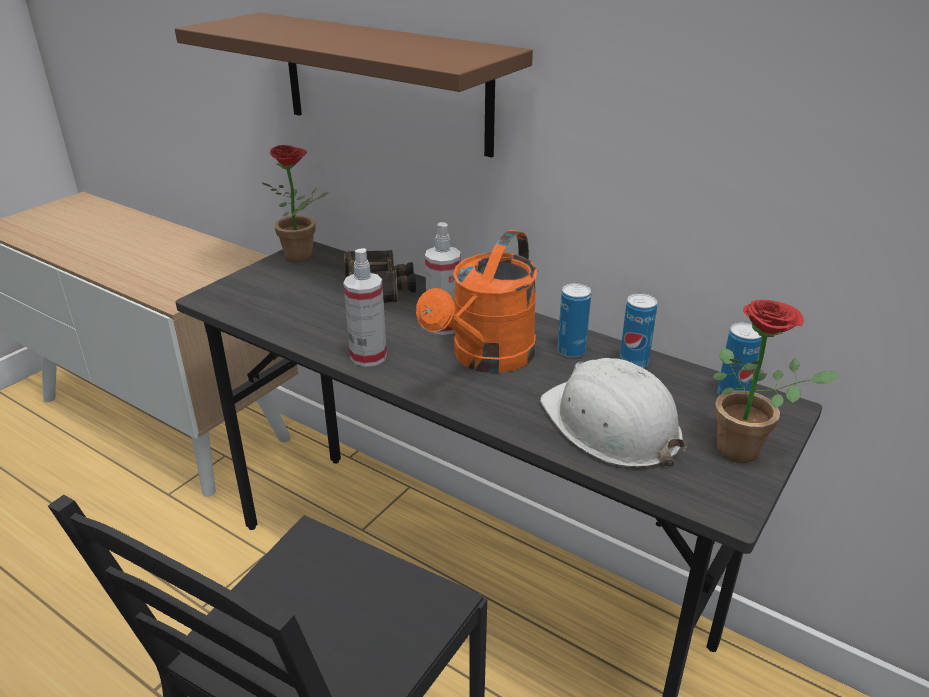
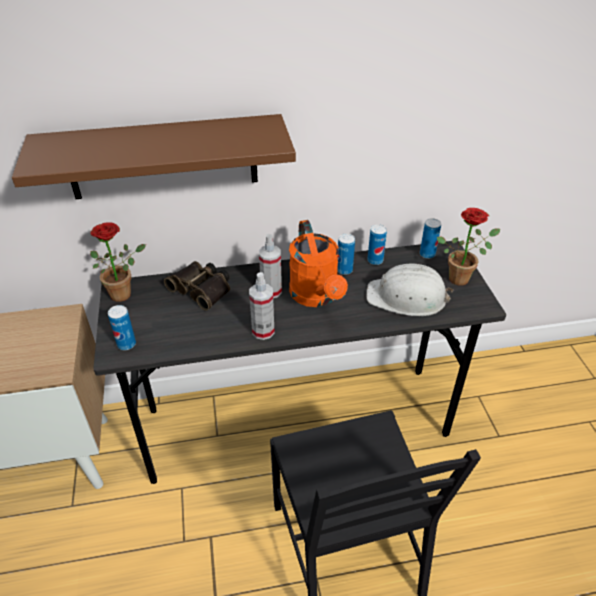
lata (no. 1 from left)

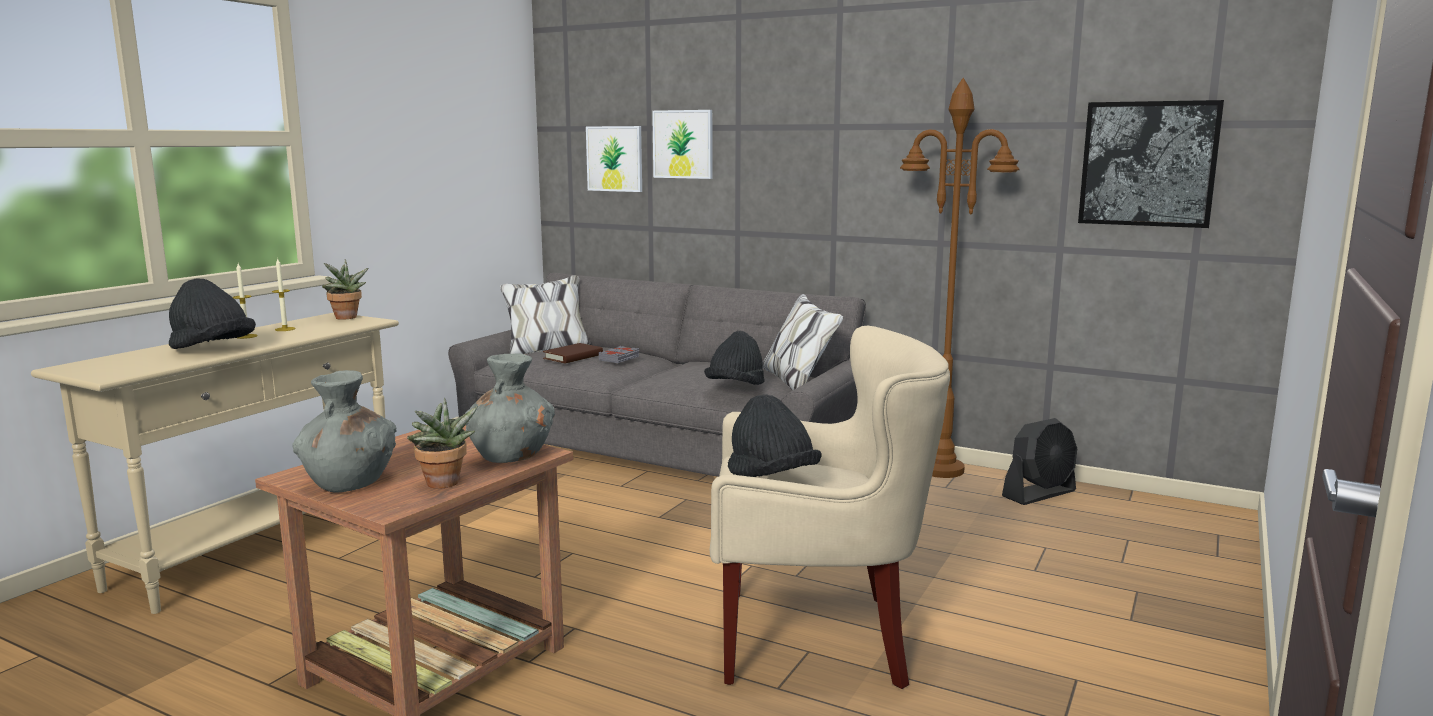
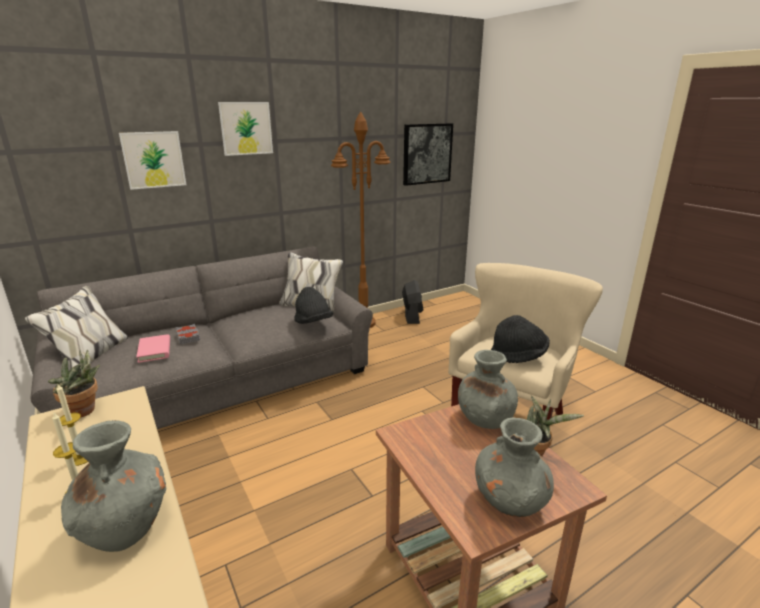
florero/gris (no. 1 from left)
libro/rosa
cuadro (no. 2 from left)

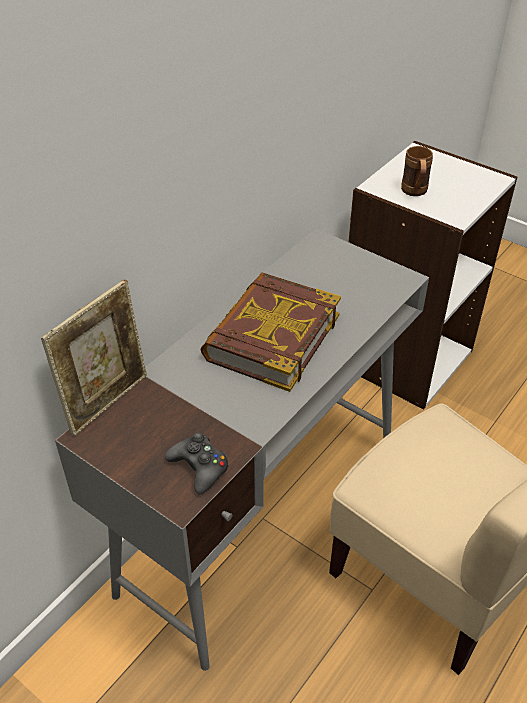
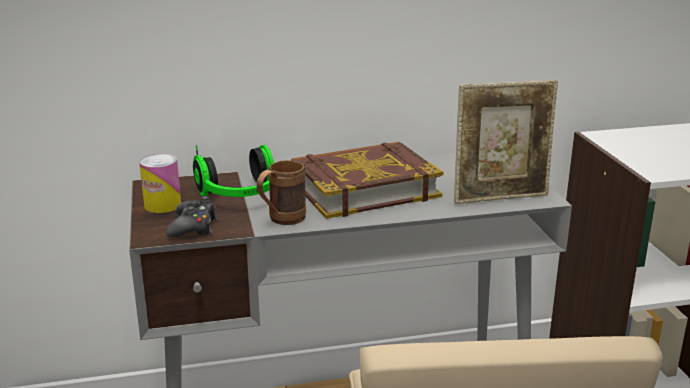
lata
auriculares
taza grande/marrón
portarretratos

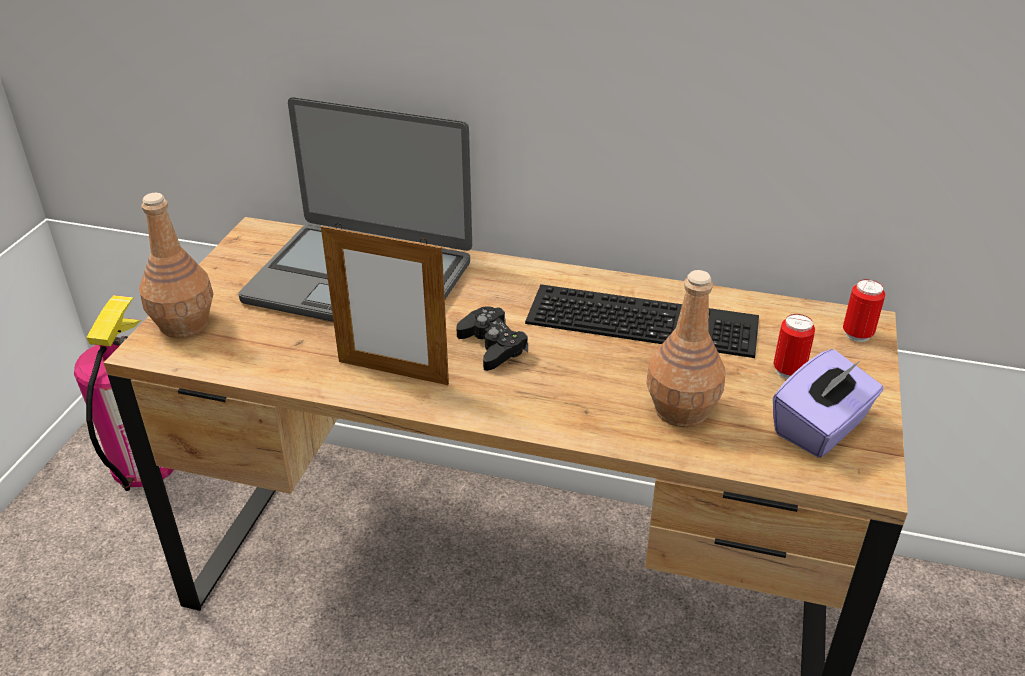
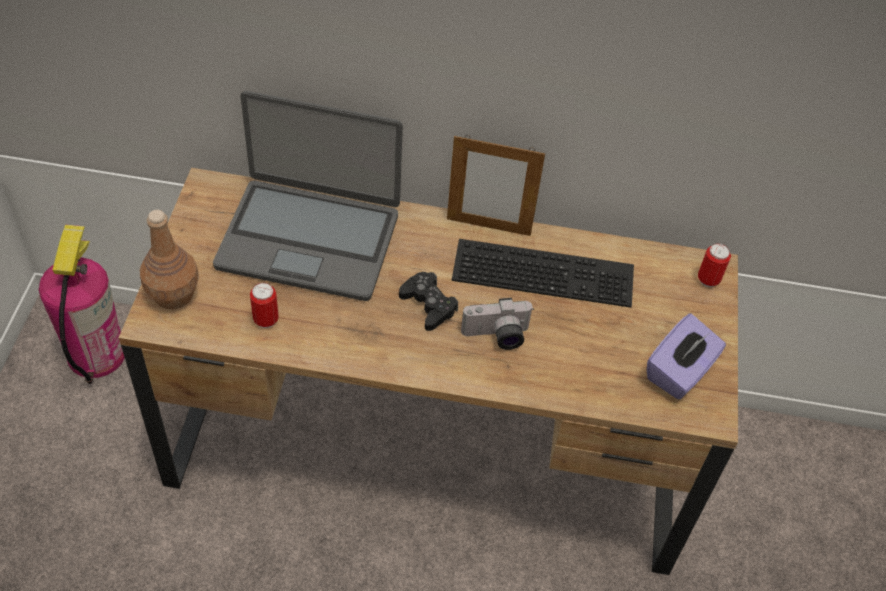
lata (no. 1 from left)
portarretratos
cámara
botella/marrón (no. 2 from left in the first image)

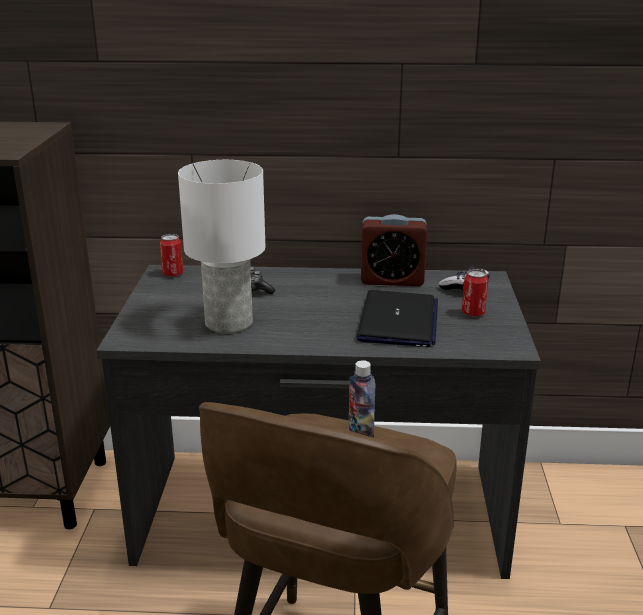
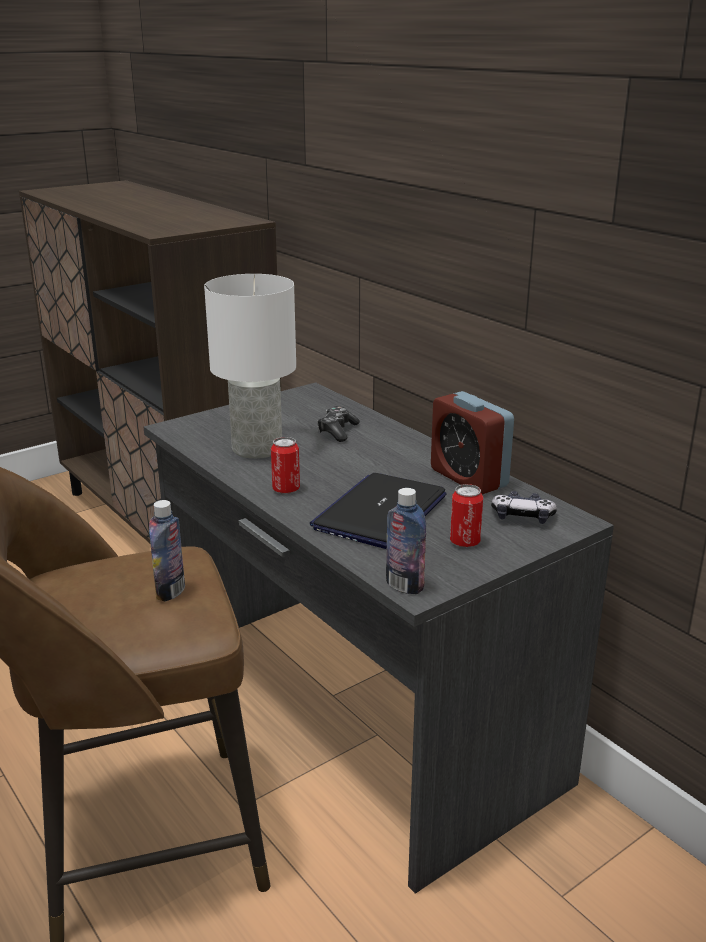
lata (no. 1 from left)
portátil
botella (no. 2 from left)

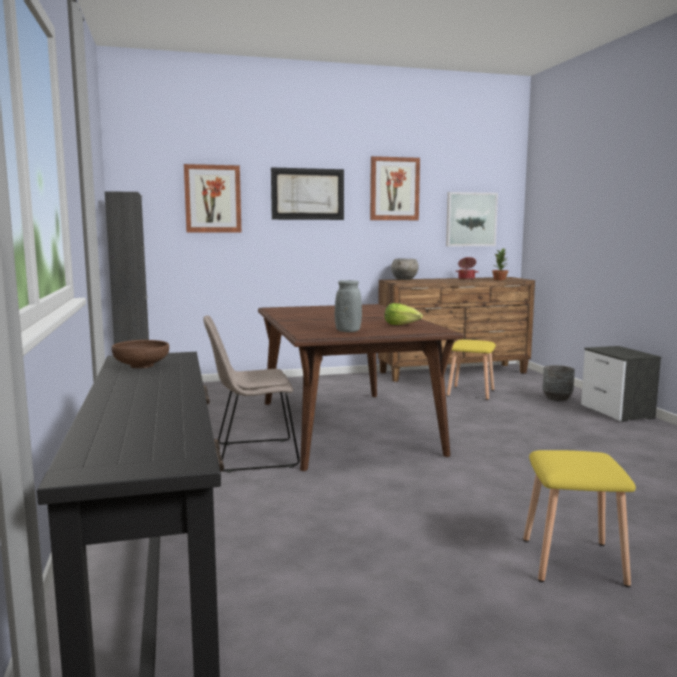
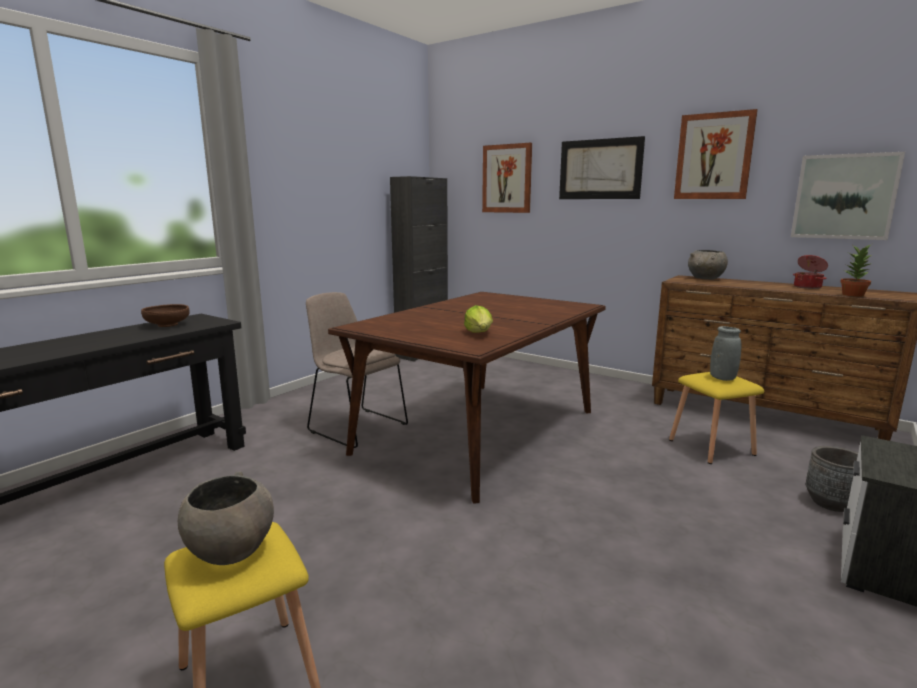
cuenco/gris (no. 1 from left)
florero/gris

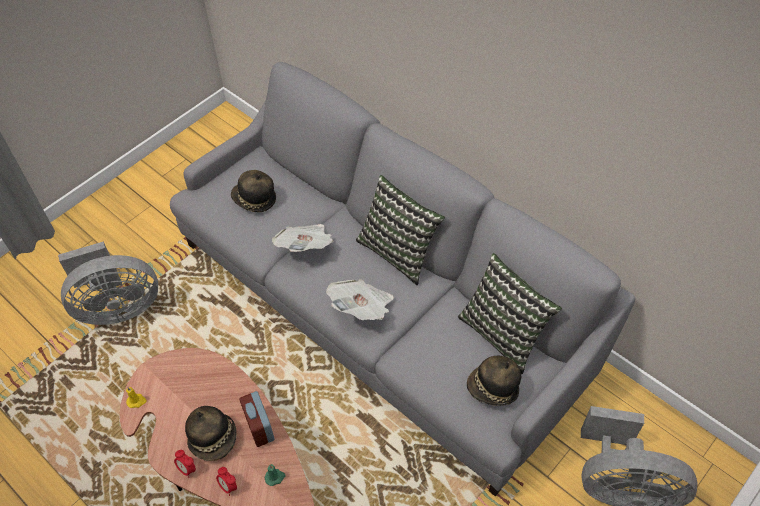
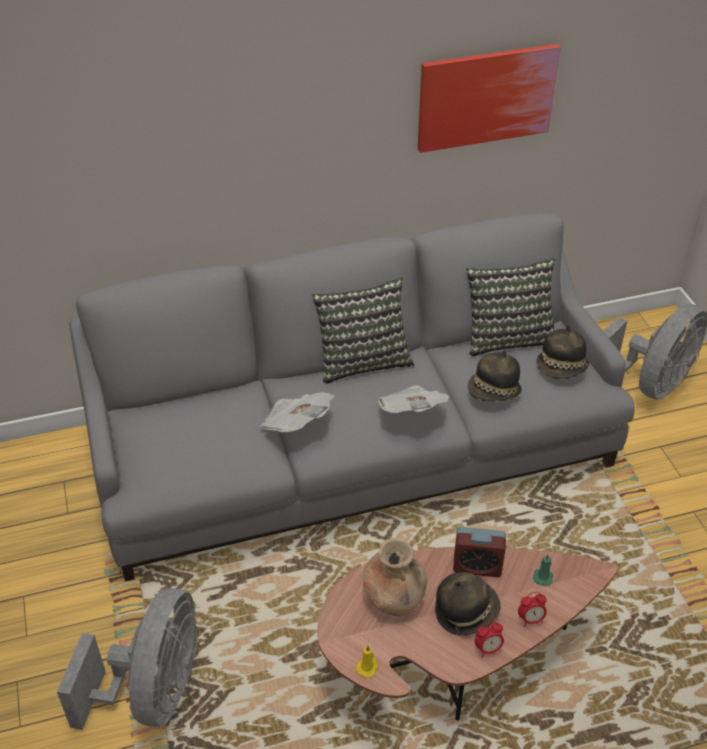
florero/marrón
cuadro
sombrero (no. 2 from left)

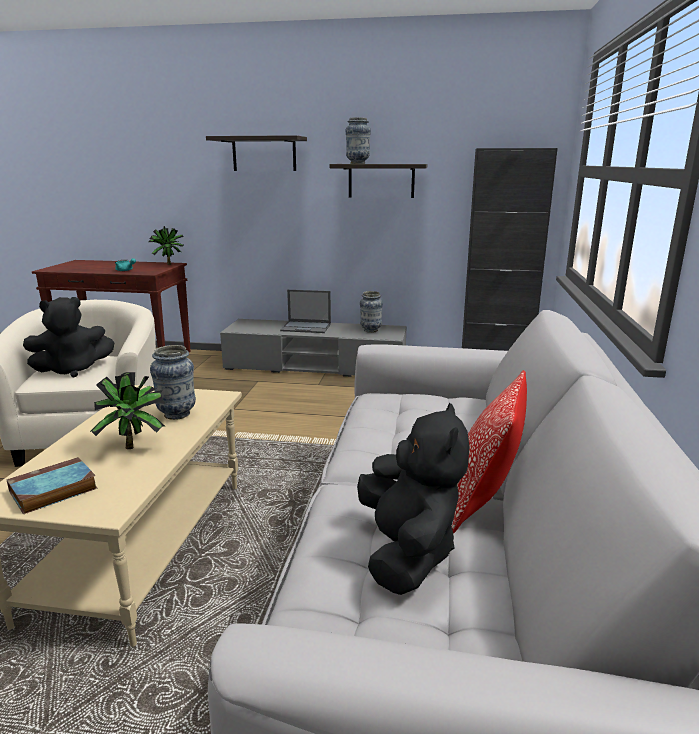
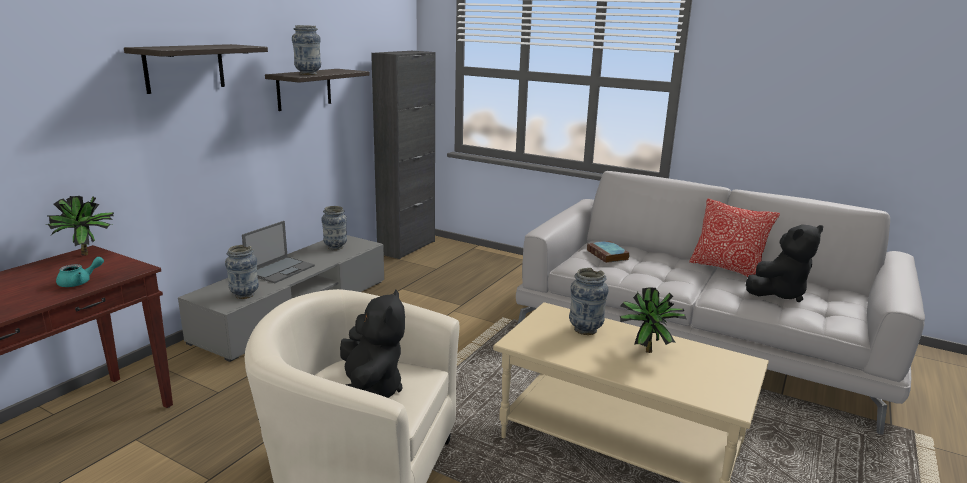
florero (no. 1 from left)
libro
peluche/negro (no. 2 from left)

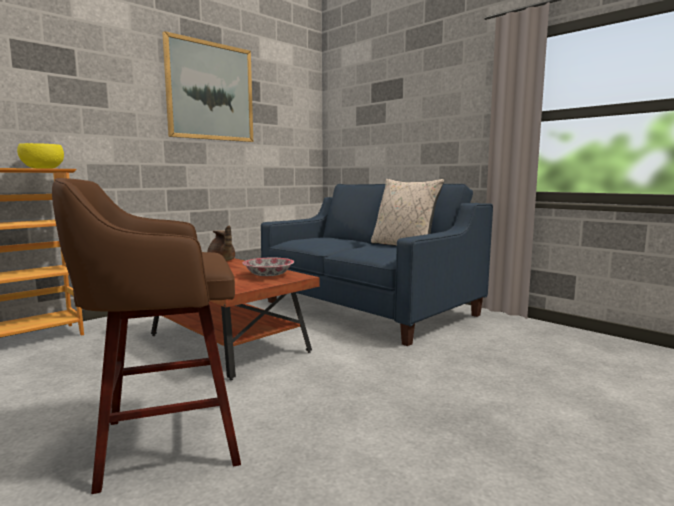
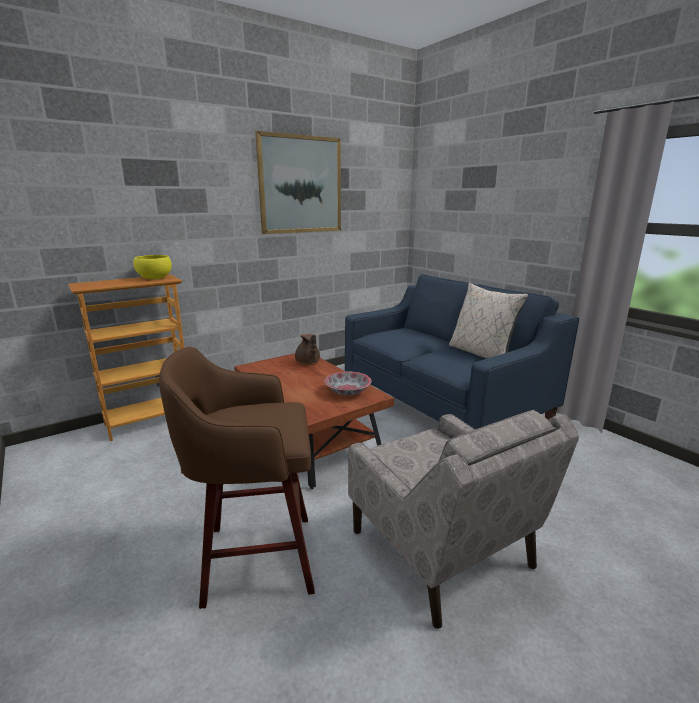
sillón/beis

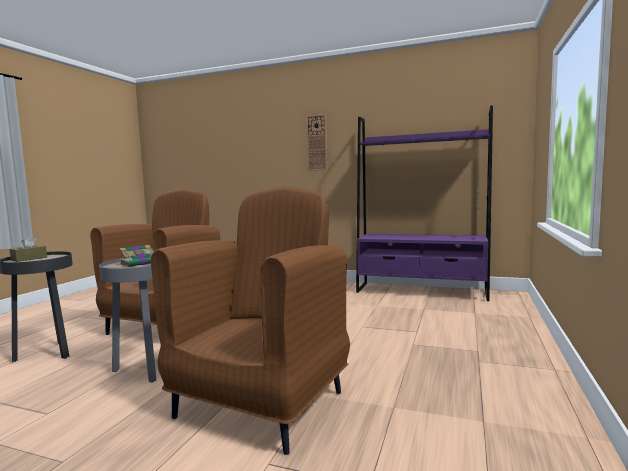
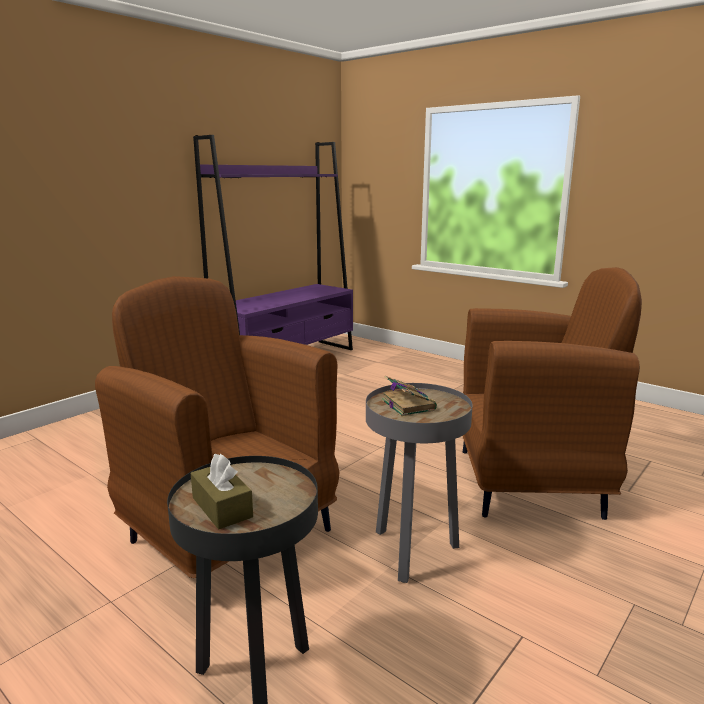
sillón/marrón (no. 2 from left)
reloj de pared

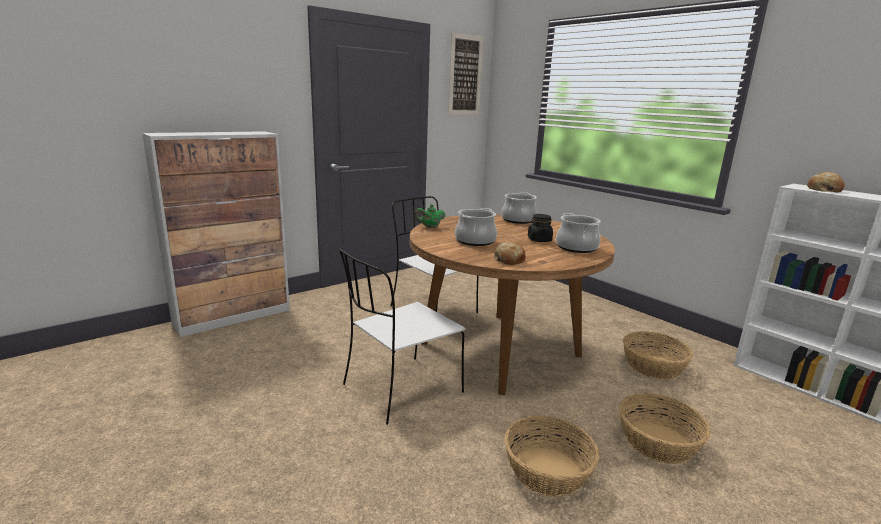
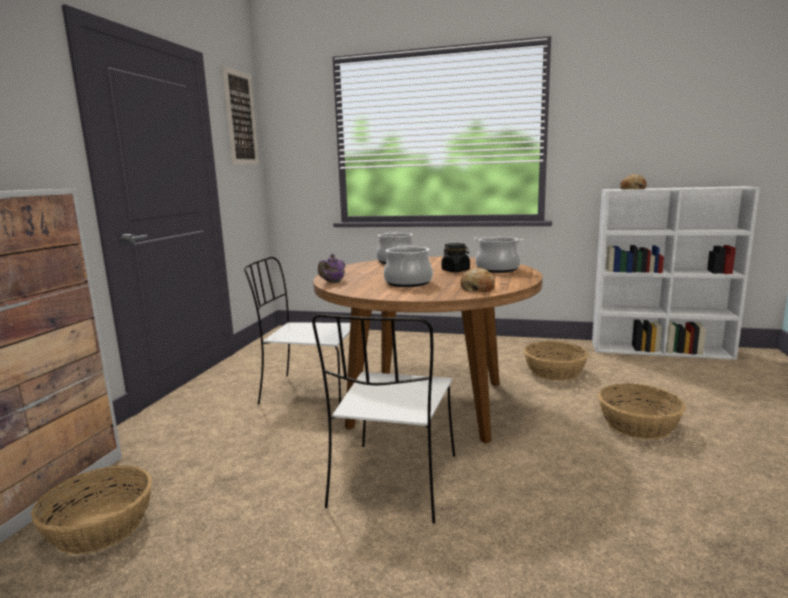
cesta (no. 1 from left)
tetera/morado

